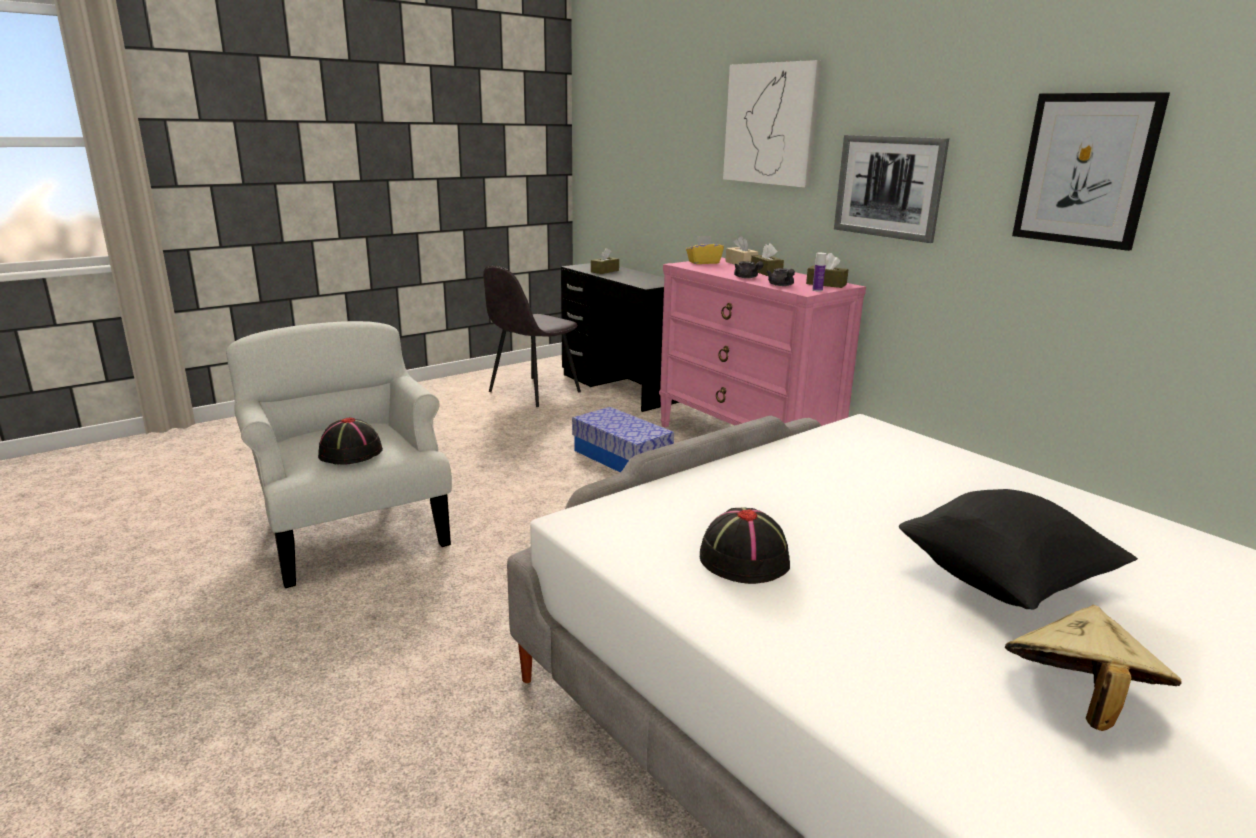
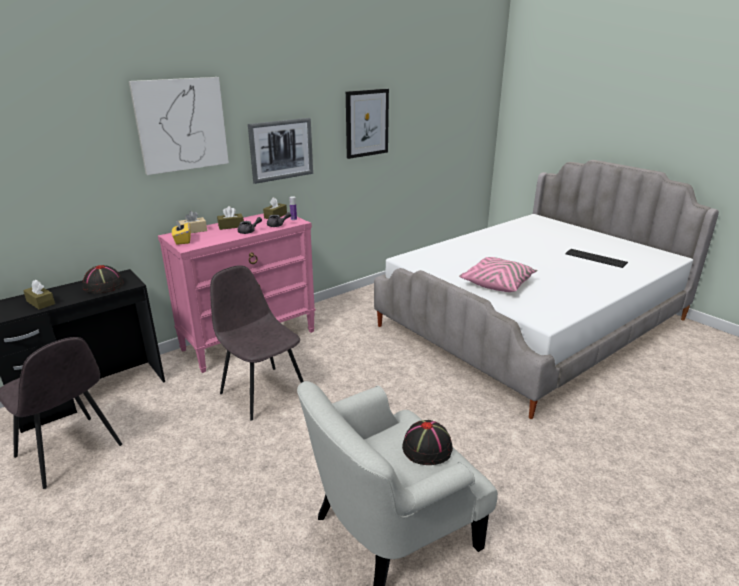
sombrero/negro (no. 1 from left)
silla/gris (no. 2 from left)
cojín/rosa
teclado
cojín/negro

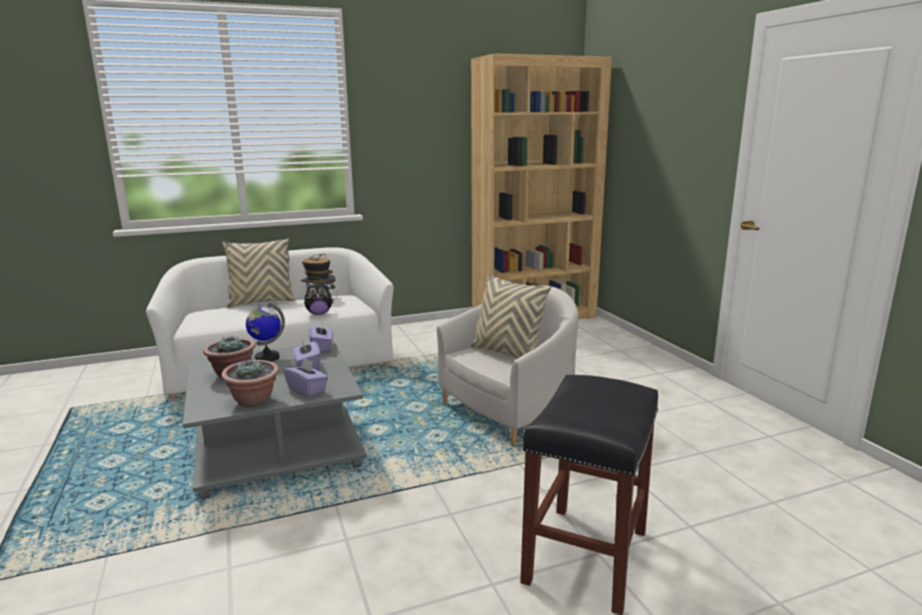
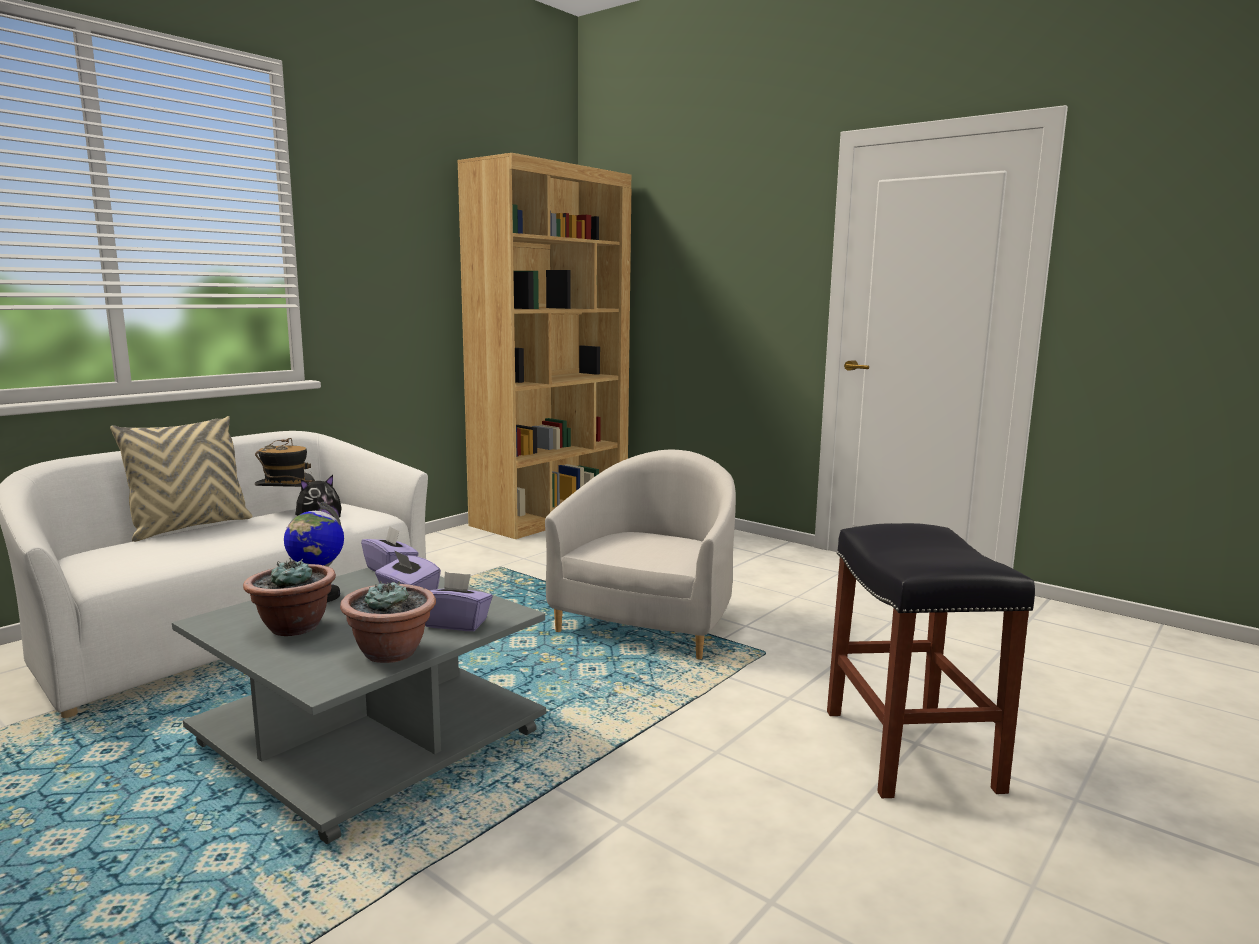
cojín/beis (no. 2 from left in the first image)

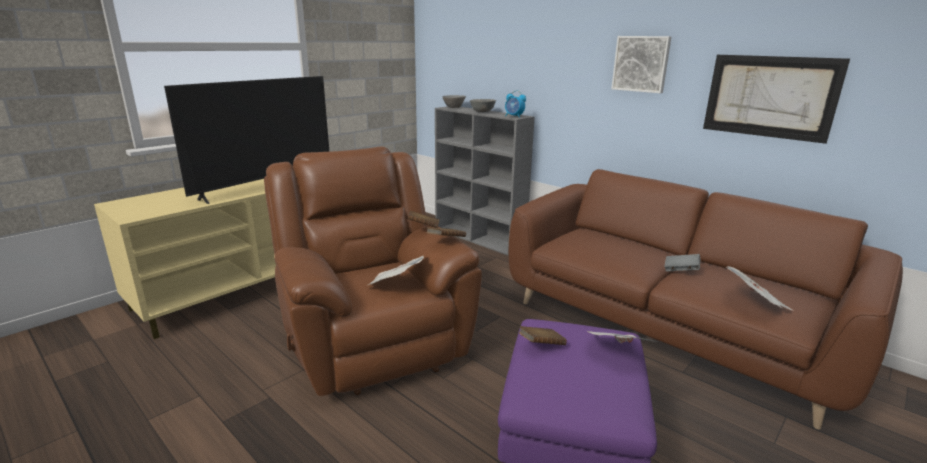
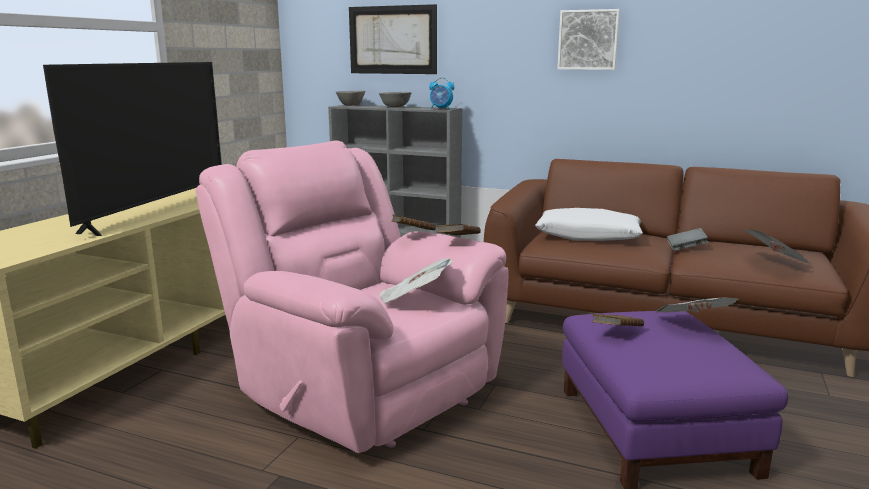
sillón/rosa
cuadro (no. 1 from left)
cojín/blanco

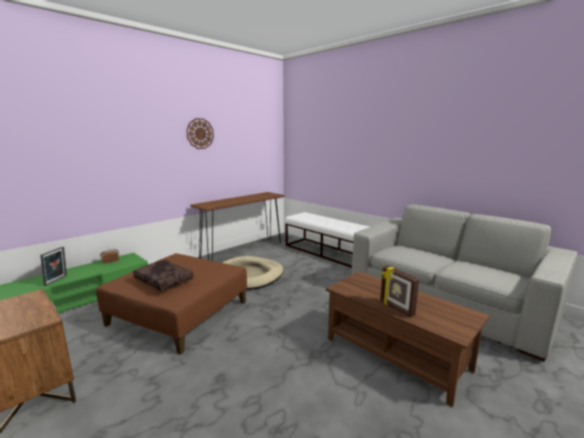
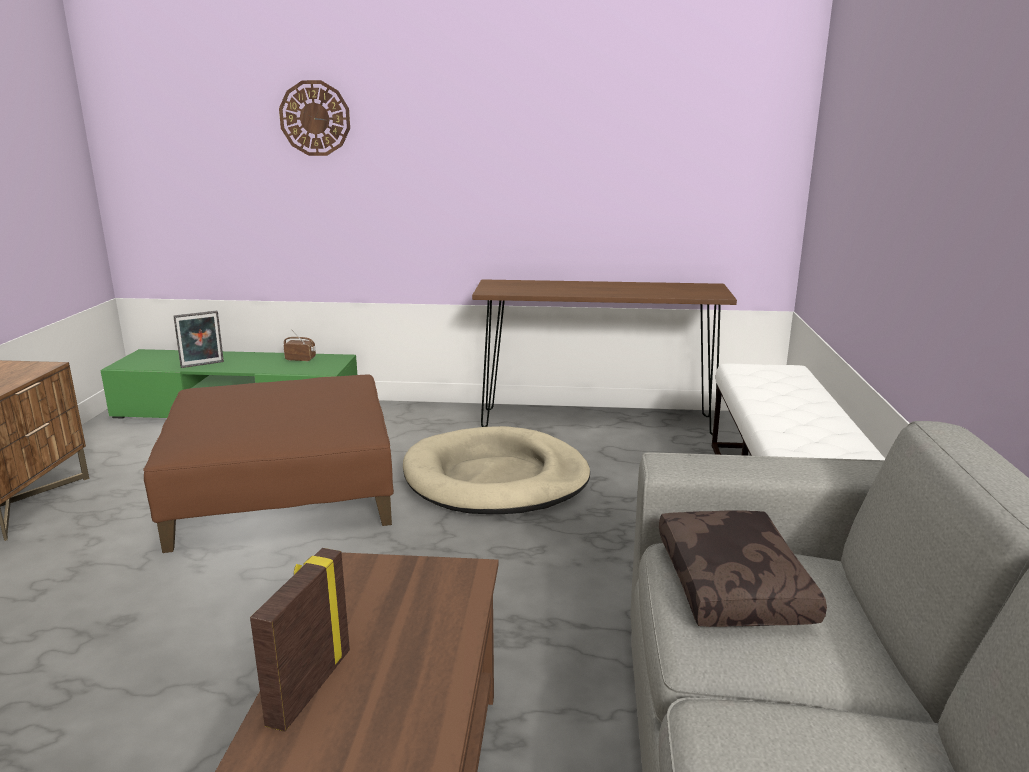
reloj de pared
cojín/marrón

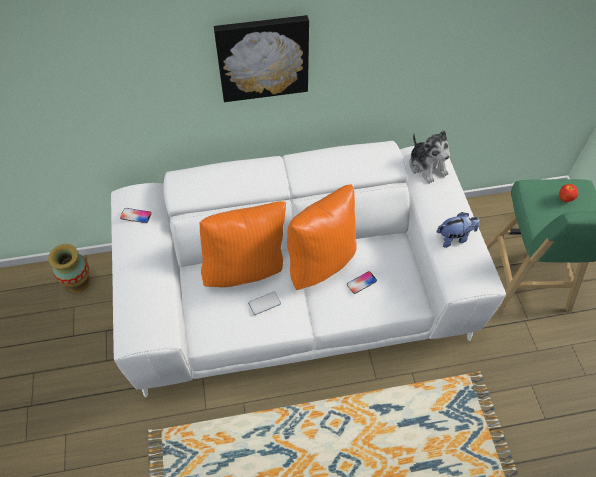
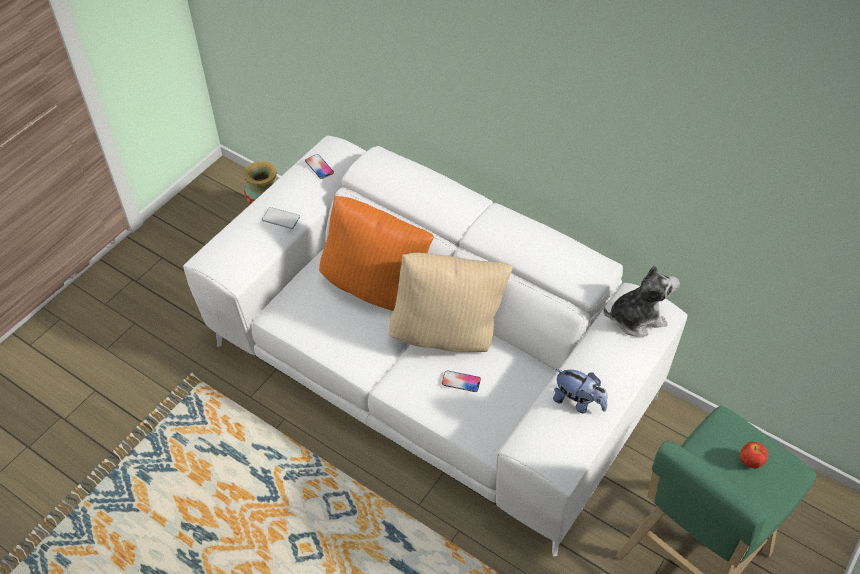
móvil (no. 1 from left)
cojín/beis
peluche (no. 2 from left)
cuadro

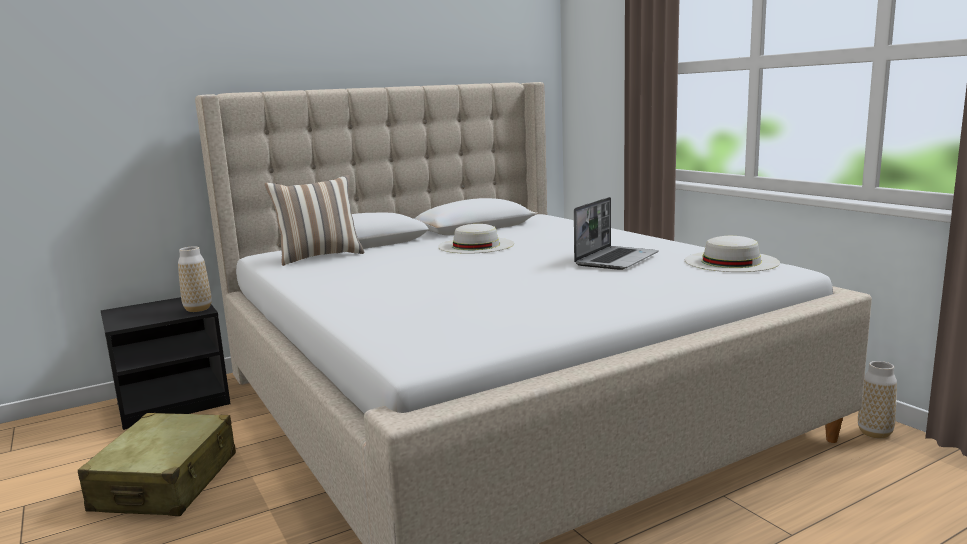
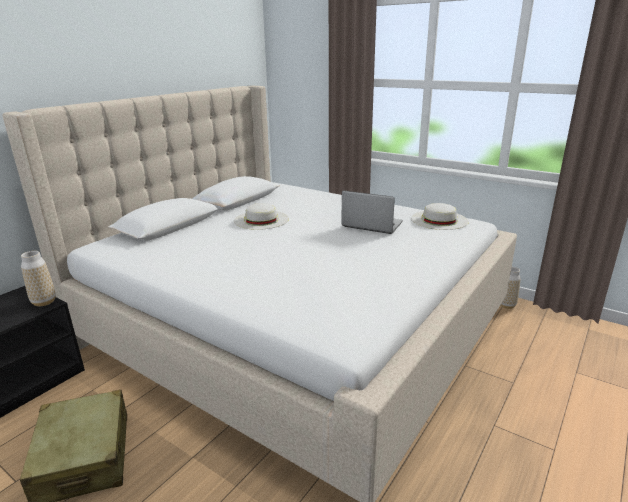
portátil
cojín

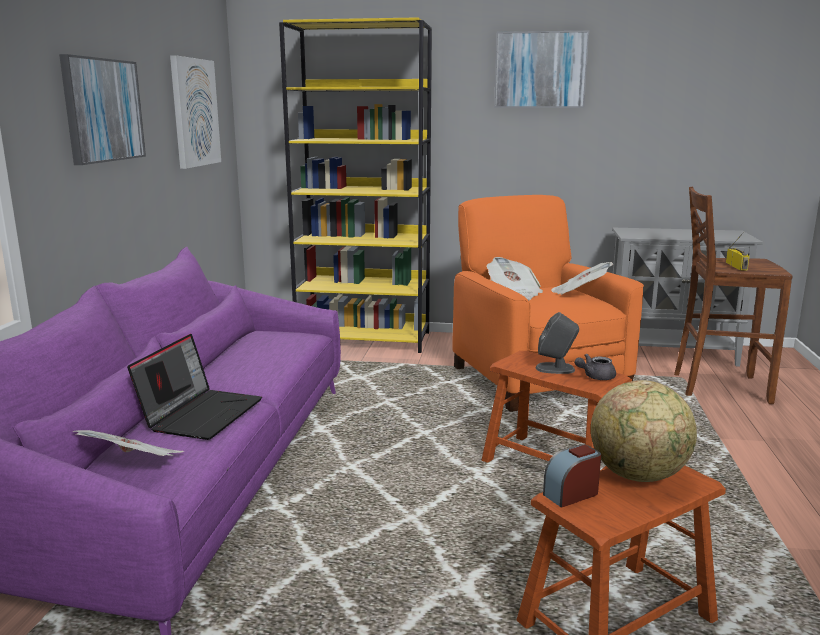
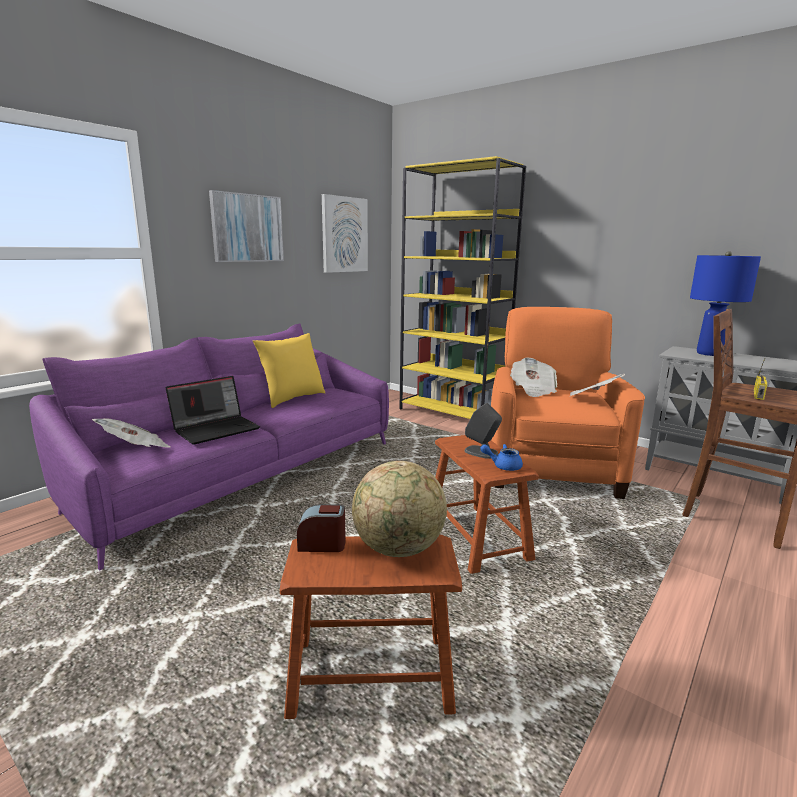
cojín/amarillo
tetera/azul
lámpara de mesa/azul
cuadro (no. 3 from left in the first image)

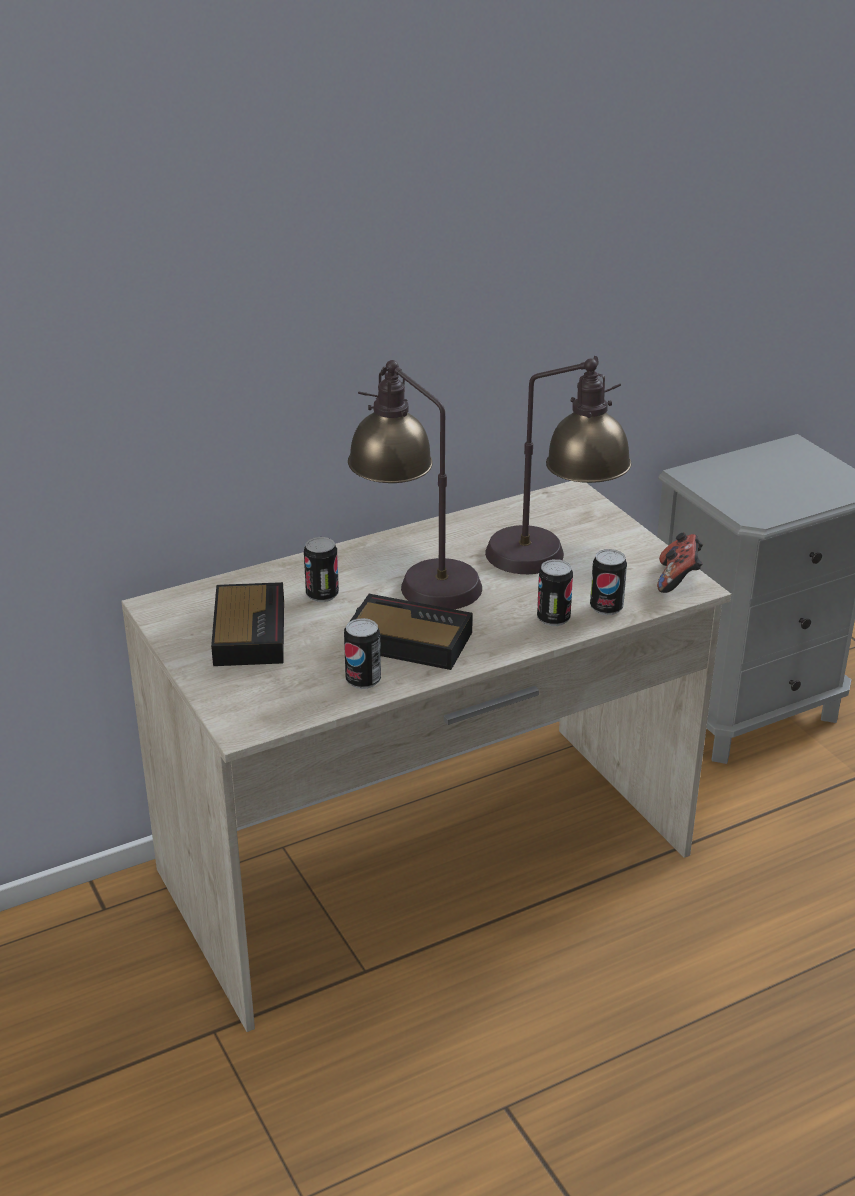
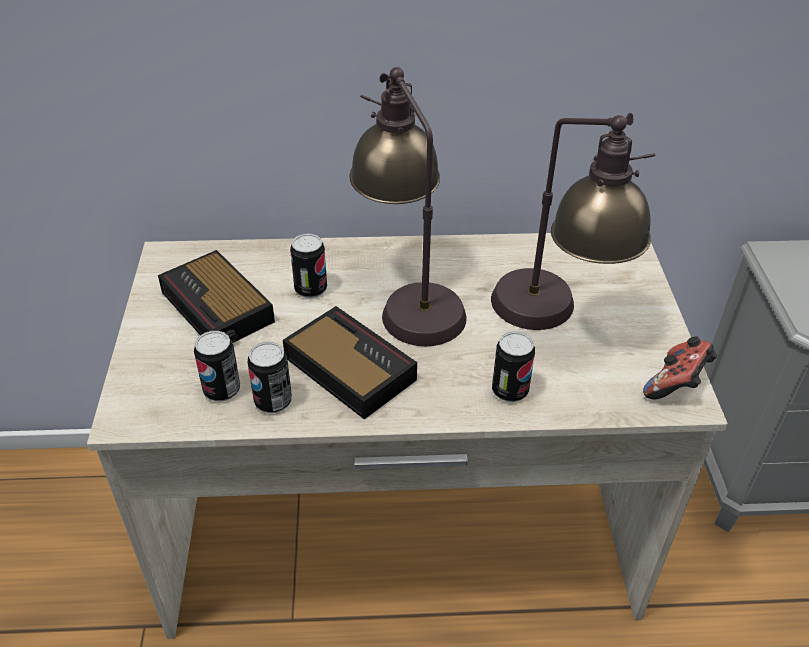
despertador (no. 1 from left)
lata (no. 1 from left)

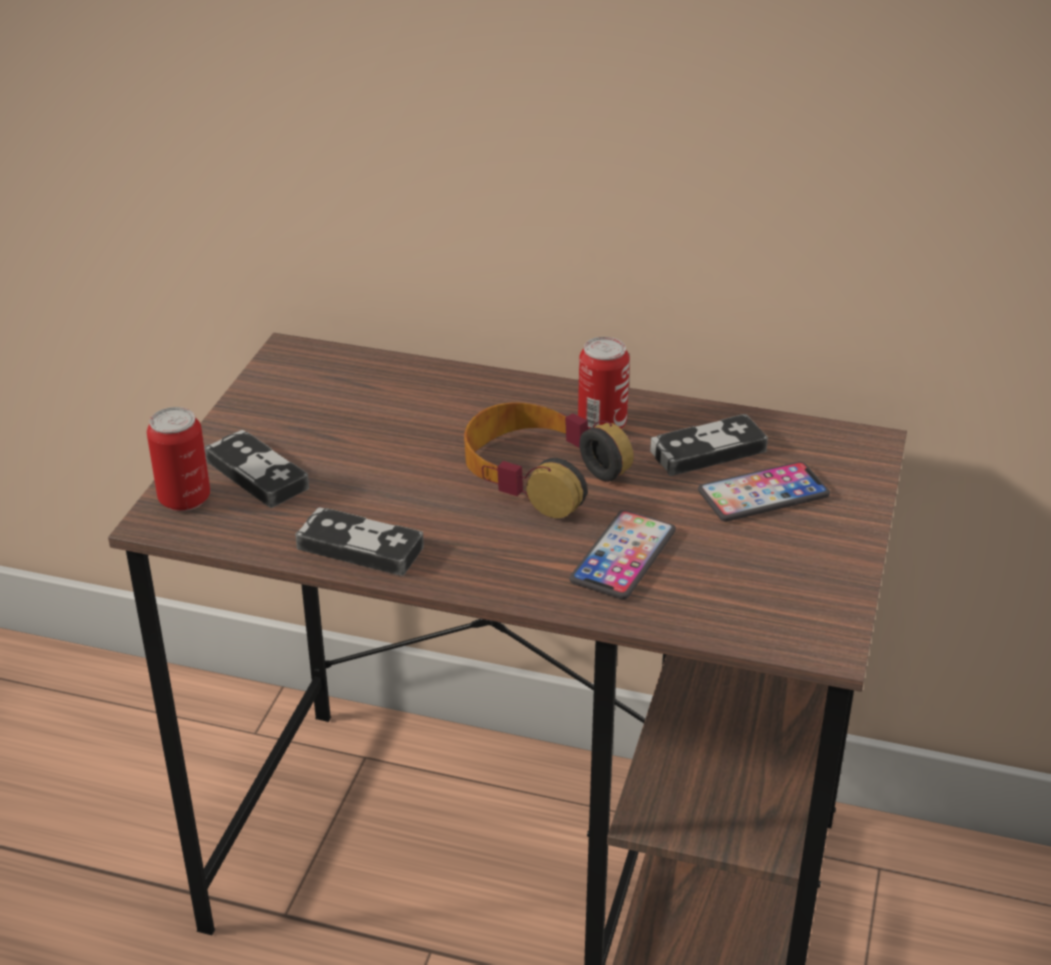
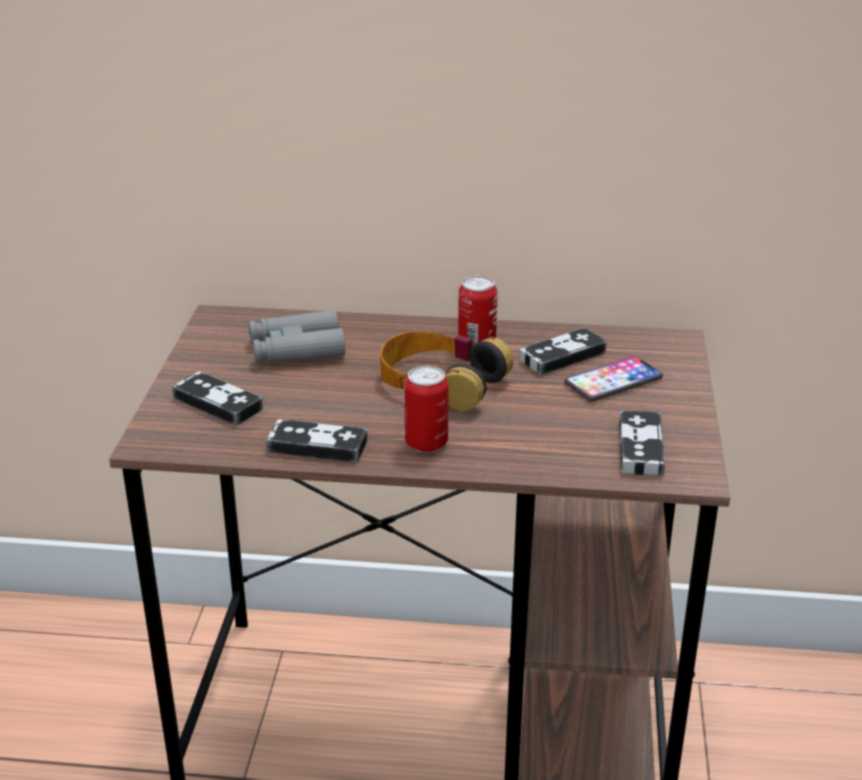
prismáticos/gris
lata (no. 1 from left)
mando de consola (no. 4 from left)
móvil (no. 1 from left in the first image)

